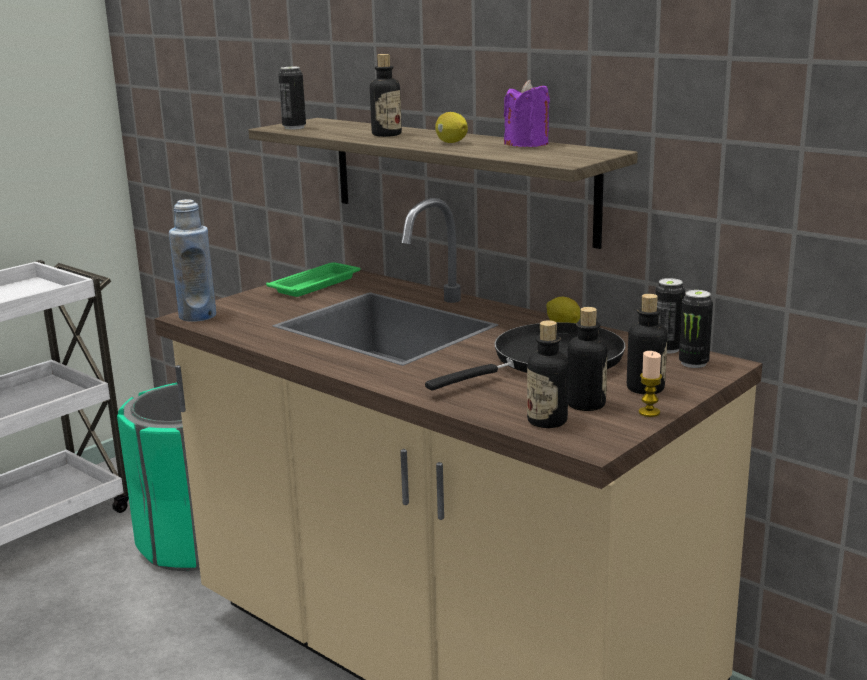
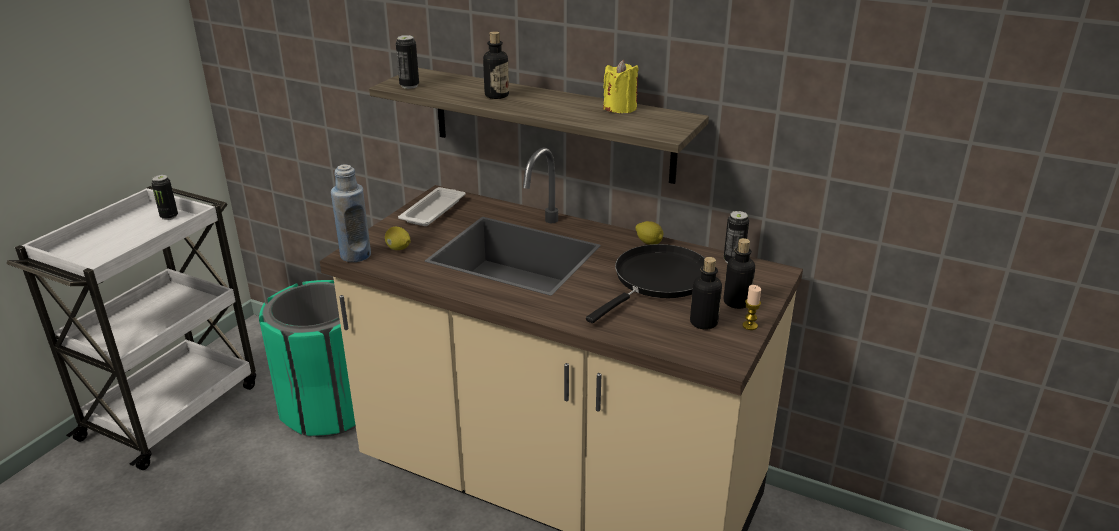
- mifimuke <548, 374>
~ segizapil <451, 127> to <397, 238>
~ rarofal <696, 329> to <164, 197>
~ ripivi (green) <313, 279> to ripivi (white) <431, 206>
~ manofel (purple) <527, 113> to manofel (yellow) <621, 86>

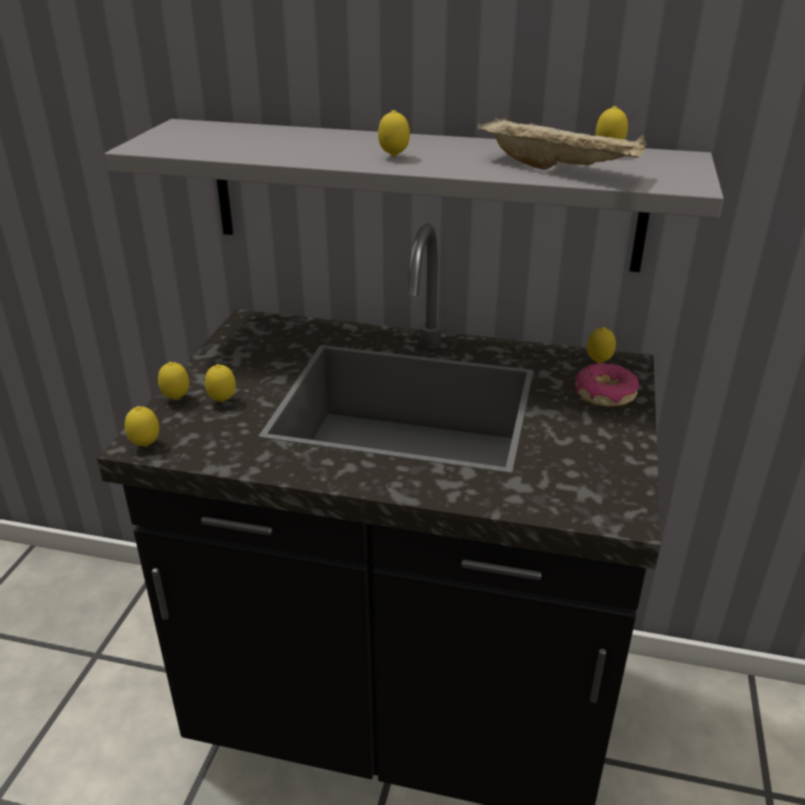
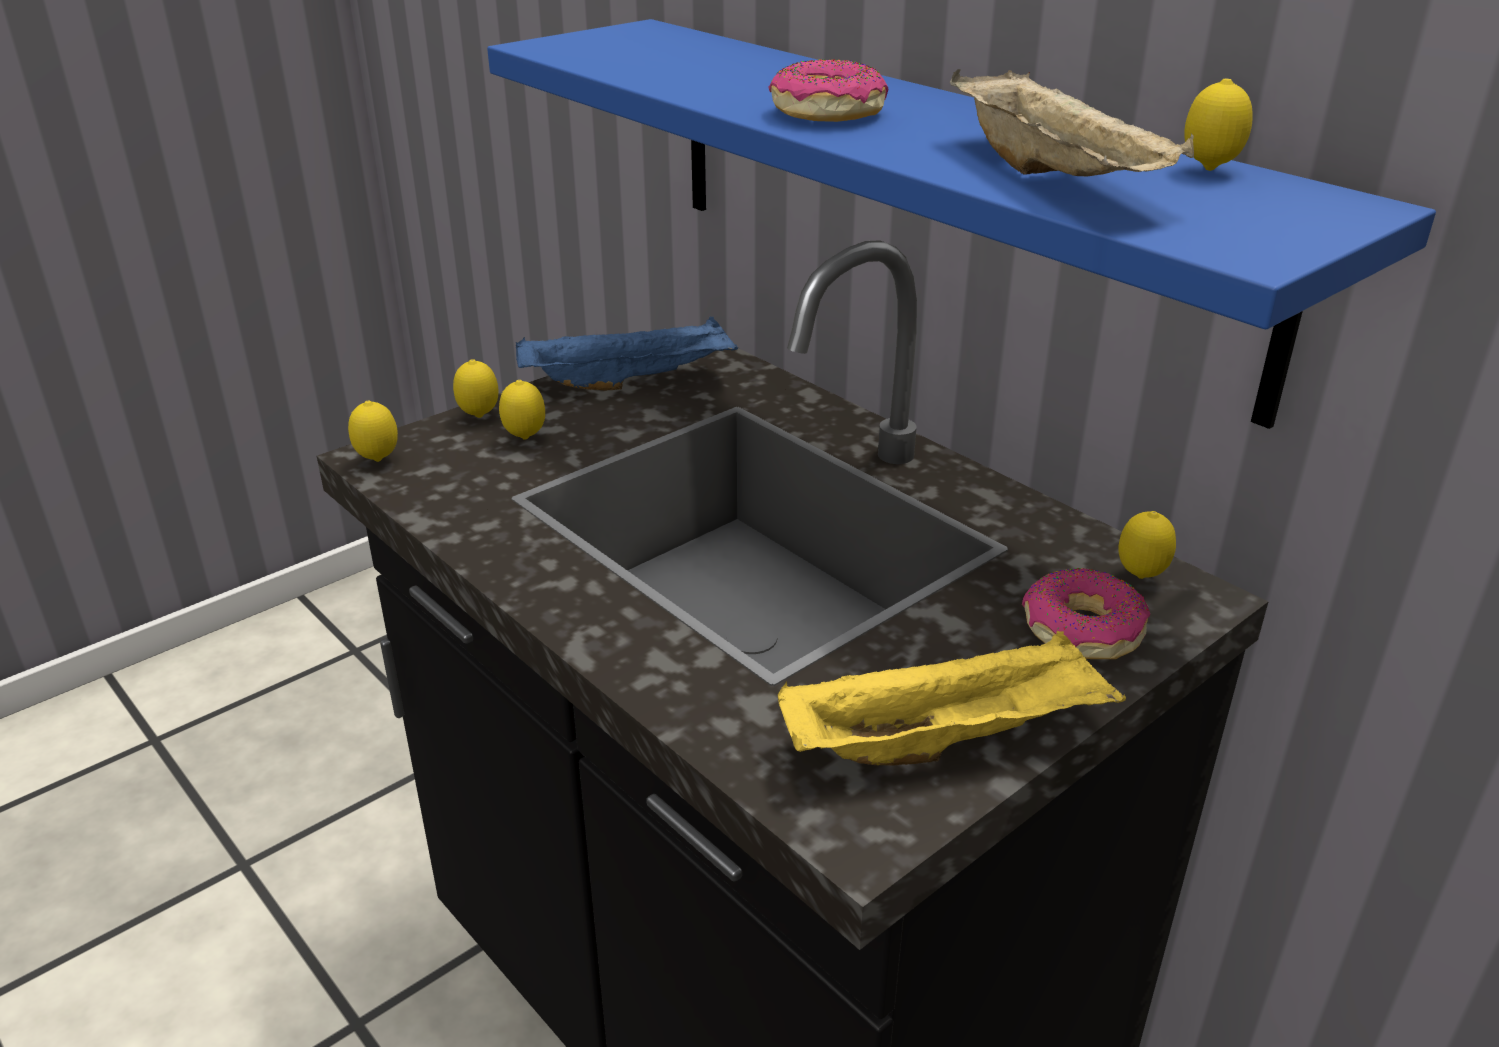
+ ripivi (blue) <627, 353>
+ ripivi (yellow) <952, 698>
~ segizapil <394, 133> to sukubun <828, 90>
~ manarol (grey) <414, 195> to manarol (blue) <961, 224>

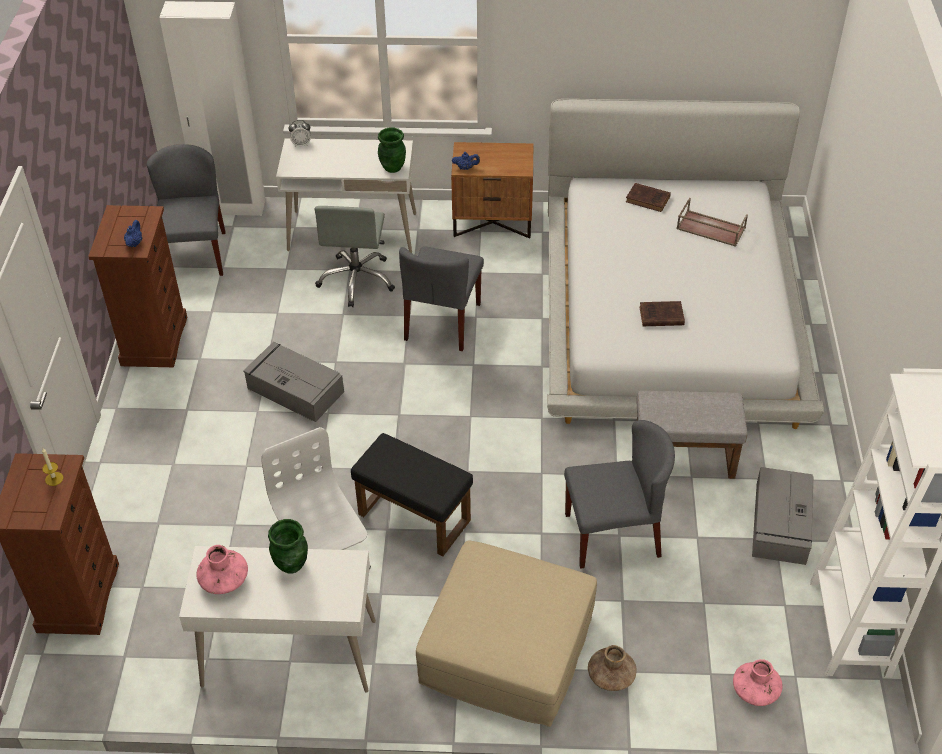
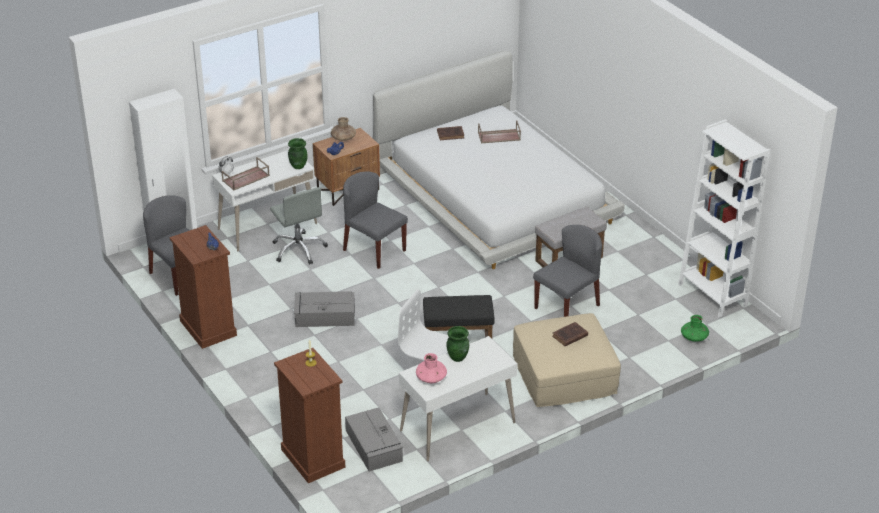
+ ripivi (brown) <245, 173>
~ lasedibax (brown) <612, 668> to <343, 129>
~ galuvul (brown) <662, 313> to <570, 334>
~ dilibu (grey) <782, 516> to <374, 439>
~ lasedibax (pink) <758, 682> to lasedibax (green) <695, 328>
~ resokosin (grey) <441, 298> = <375, 220> 150 degrees clockwise

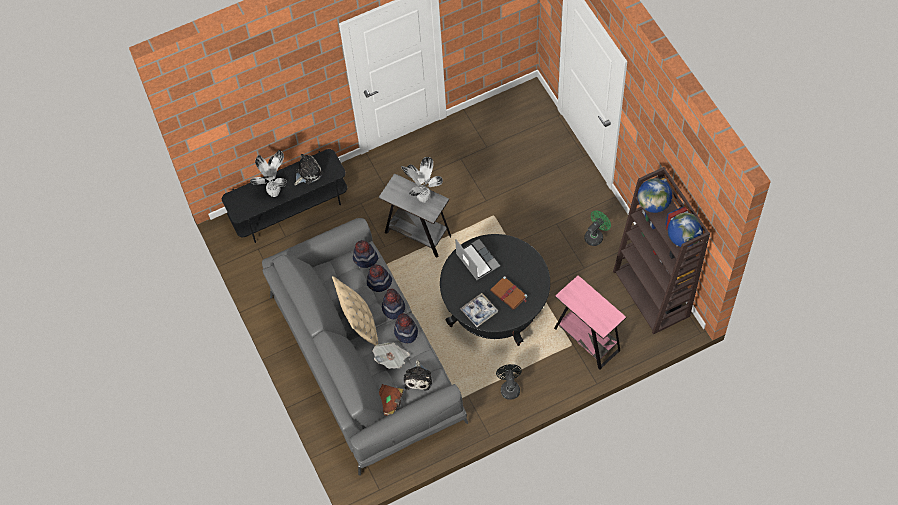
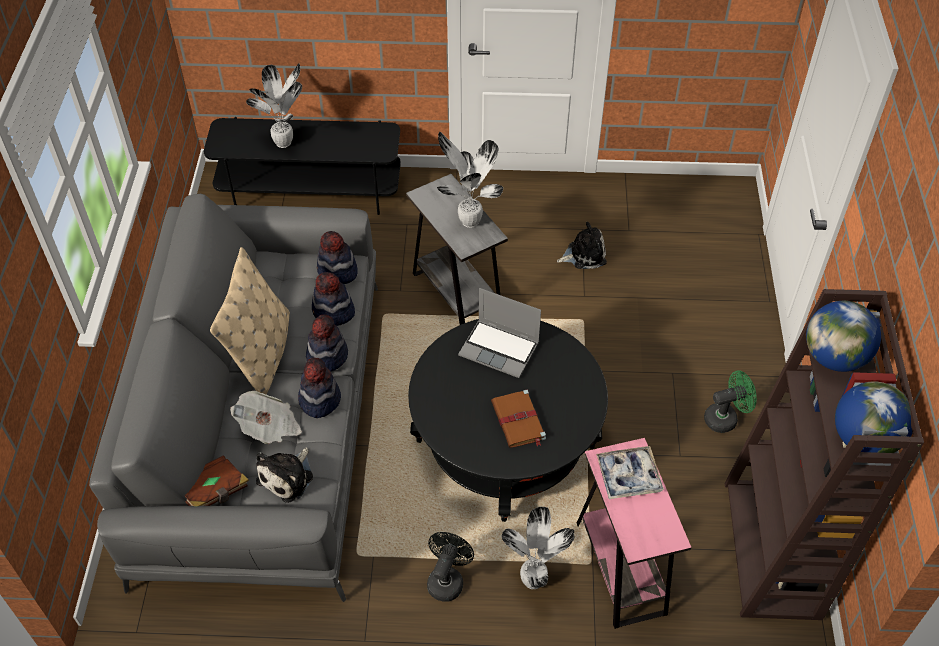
+ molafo <538, 548>
~ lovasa <309, 170> to <582, 245>
~ ripivi <479, 310> to <630, 472>
~ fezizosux <477, 259> = <499, 333> 120 degrees clockwise

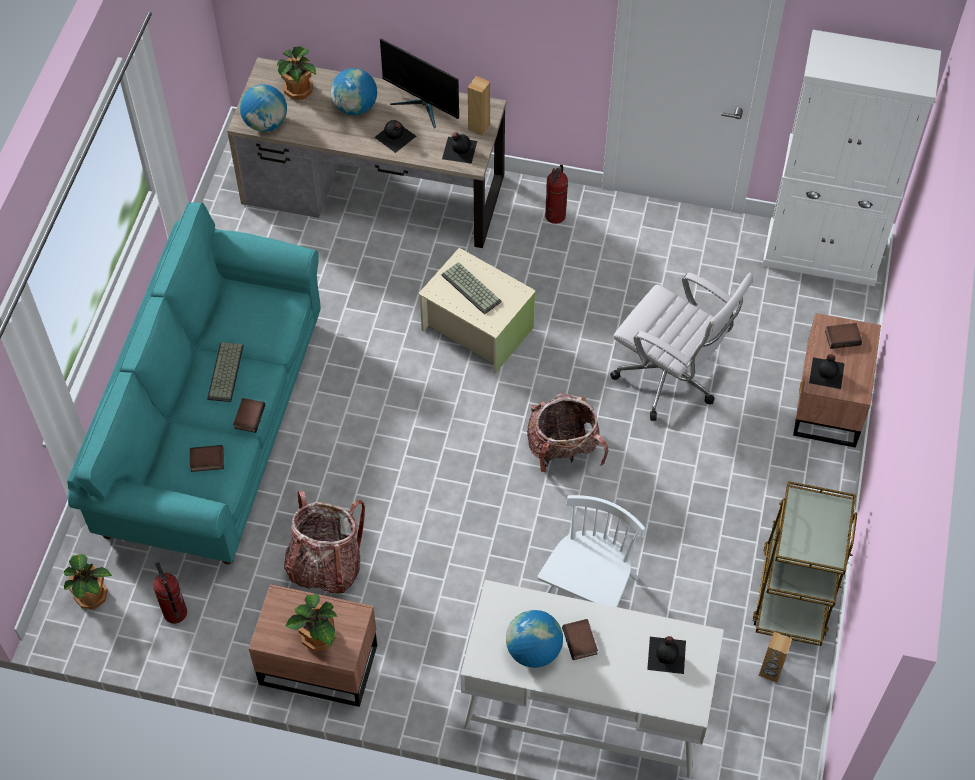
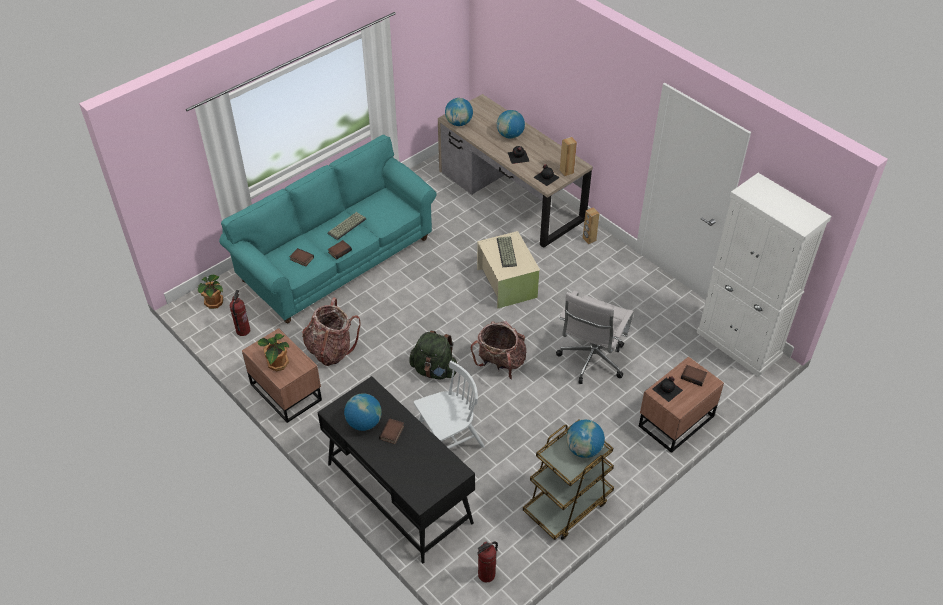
- molafo <296, 73>
- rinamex <419, 83>
- mifimuke (black) <666, 655>
+ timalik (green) <433, 355>
+ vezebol <585, 439>
~ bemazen <556, 194> to <487, 562>
~ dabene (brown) <775, 657> to <591, 225>
~ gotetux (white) <592, 679> to gotetux (black) <396, 469>
~ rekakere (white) <681, 346> = <595, 337> 45 degrees clockwise

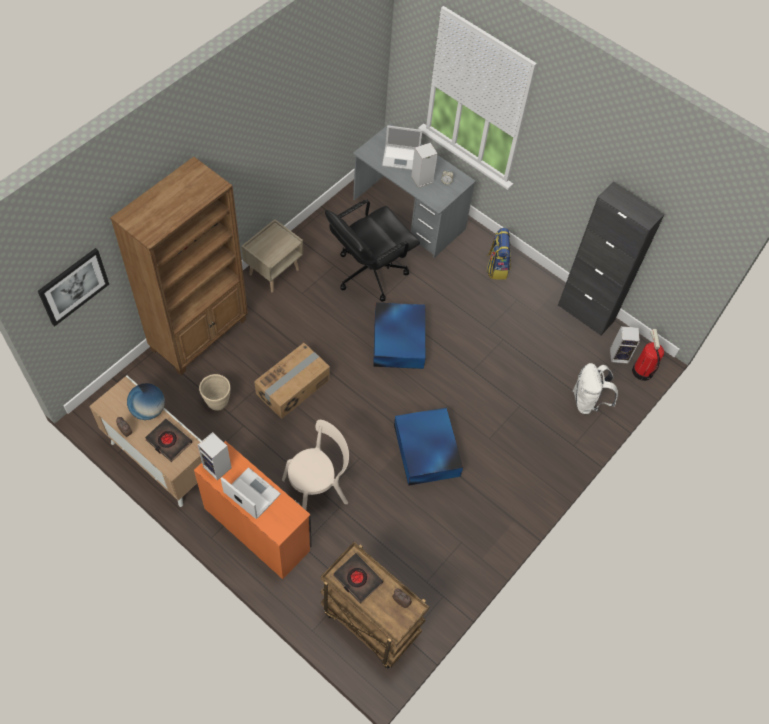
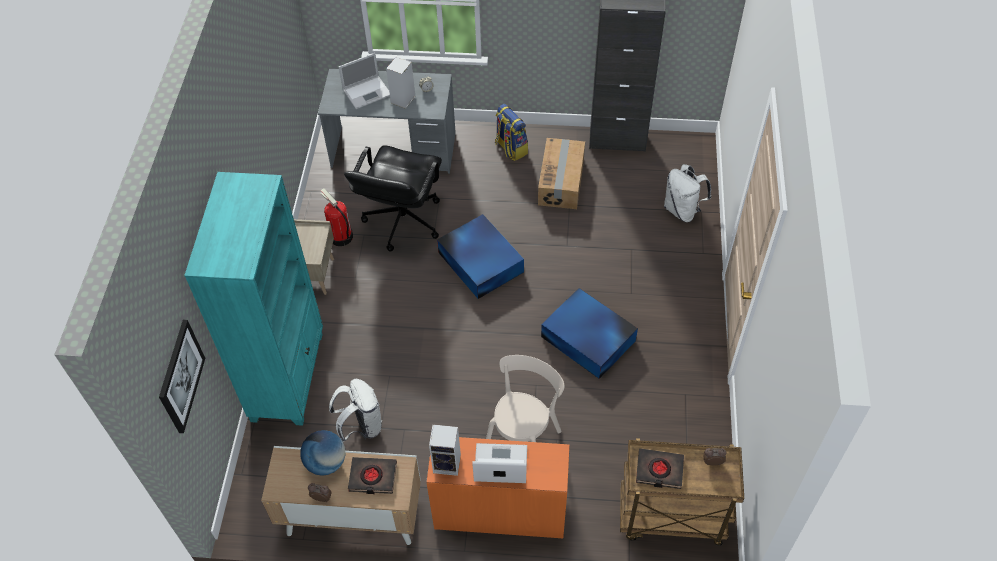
- dabene <625, 344>
~ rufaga <292, 381> to <561, 173>
~ bemazen <648, 355> to <336, 217>
~ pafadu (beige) <214, 392> to timalik (white) <355, 411>
~ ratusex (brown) <179, 266> to ratusex (turquoise) <253, 299>

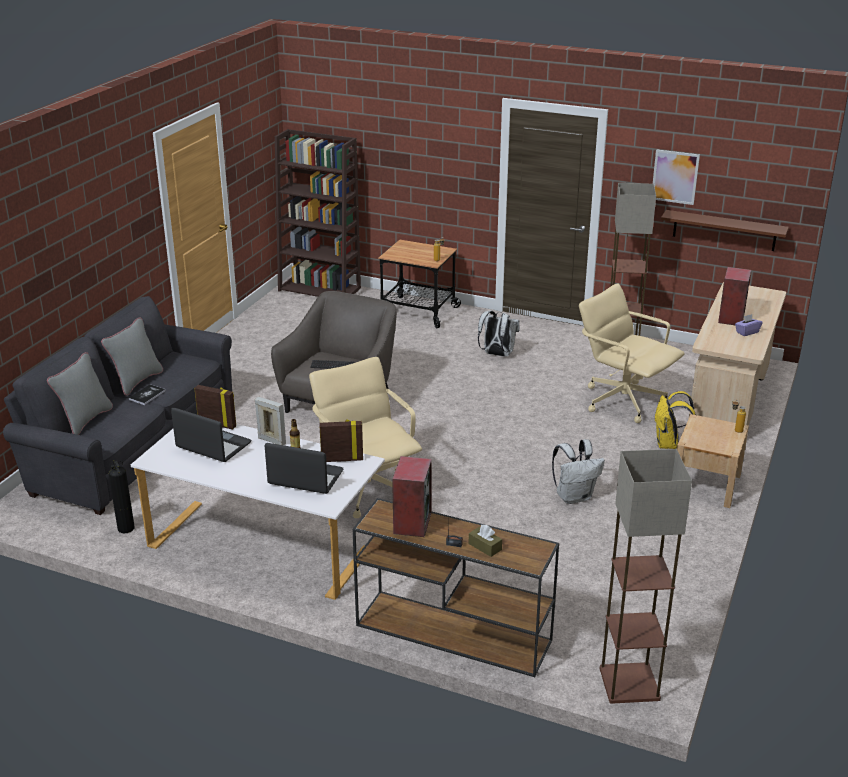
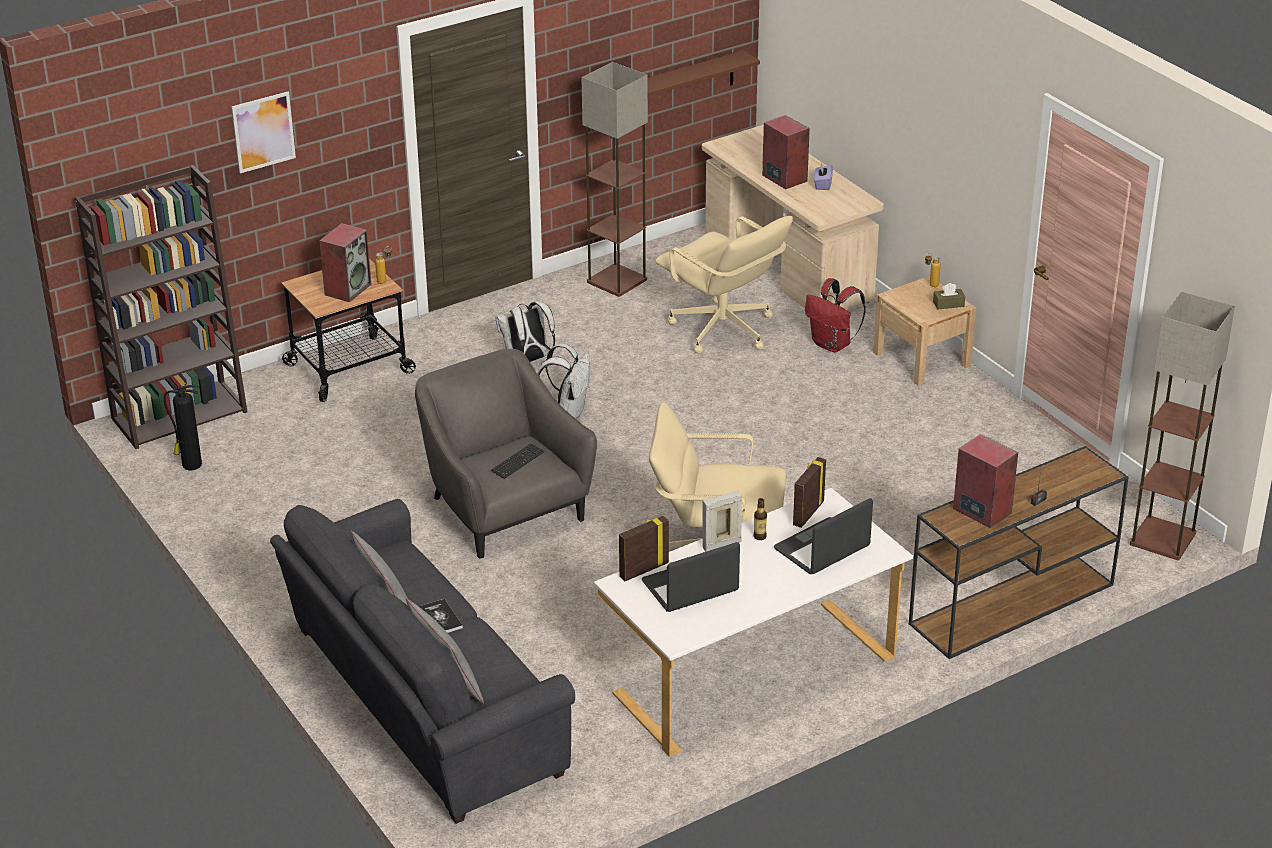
+ dabene <345, 262>
~ bemazen <122, 496> to <183, 427>
~ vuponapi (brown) <485, 541> to <949, 296>
~ timalik (white) <578, 471> to <563, 381>
~ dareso <676, 177> to <263, 132>
~ timalik (yellow) <675, 420> to timalik (red) <835, 315>
~ rekakere (beige) <632, 353> = <724, 285> 120 degrees counterclockwise

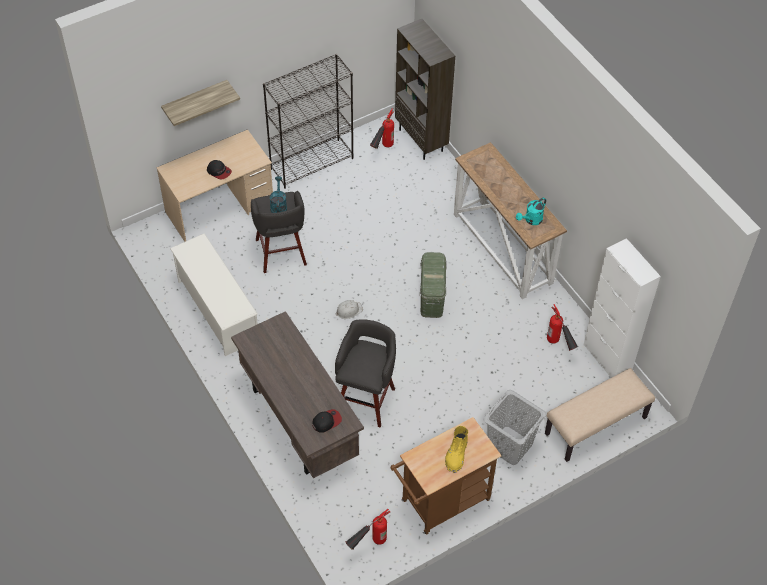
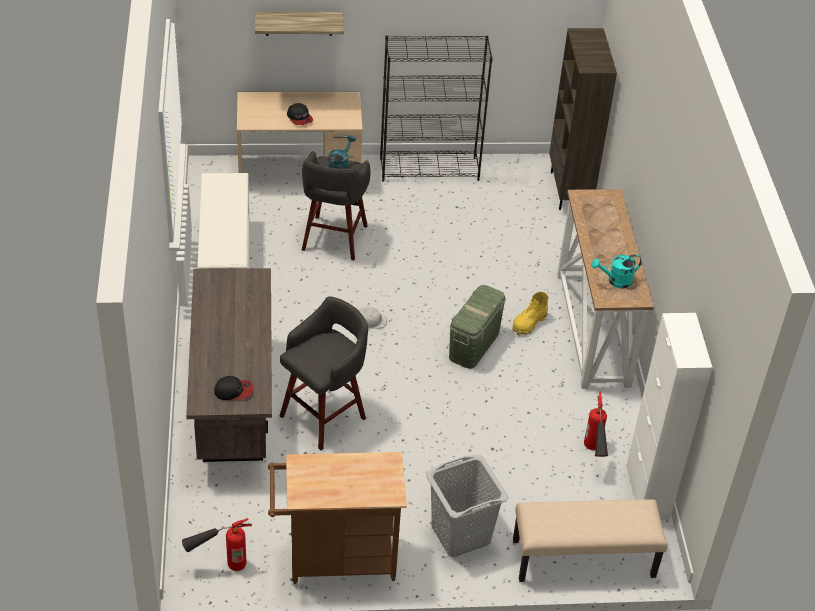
- bemazen <382, 128>
~ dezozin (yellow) <456, 449> to <530, 314>

